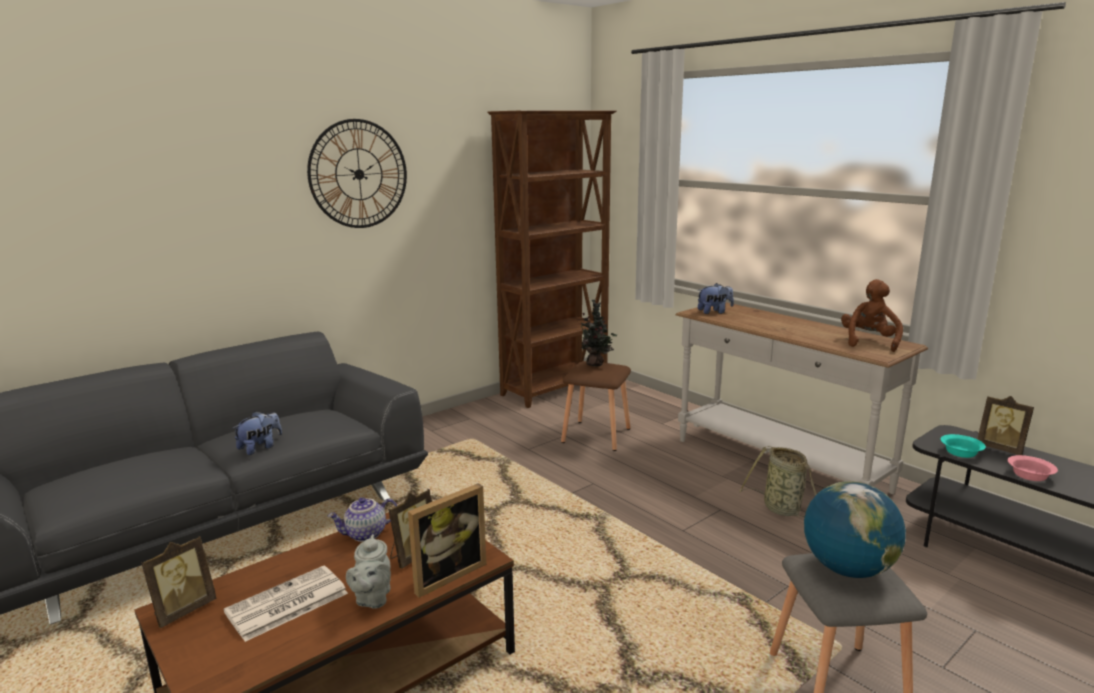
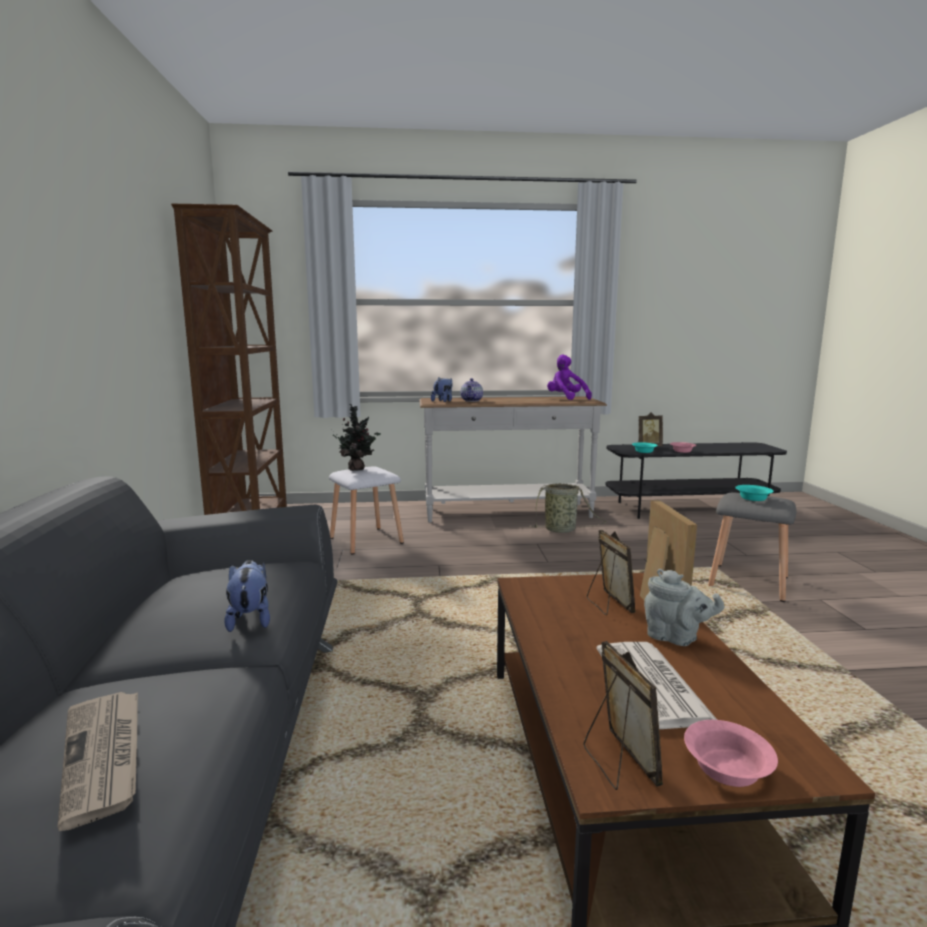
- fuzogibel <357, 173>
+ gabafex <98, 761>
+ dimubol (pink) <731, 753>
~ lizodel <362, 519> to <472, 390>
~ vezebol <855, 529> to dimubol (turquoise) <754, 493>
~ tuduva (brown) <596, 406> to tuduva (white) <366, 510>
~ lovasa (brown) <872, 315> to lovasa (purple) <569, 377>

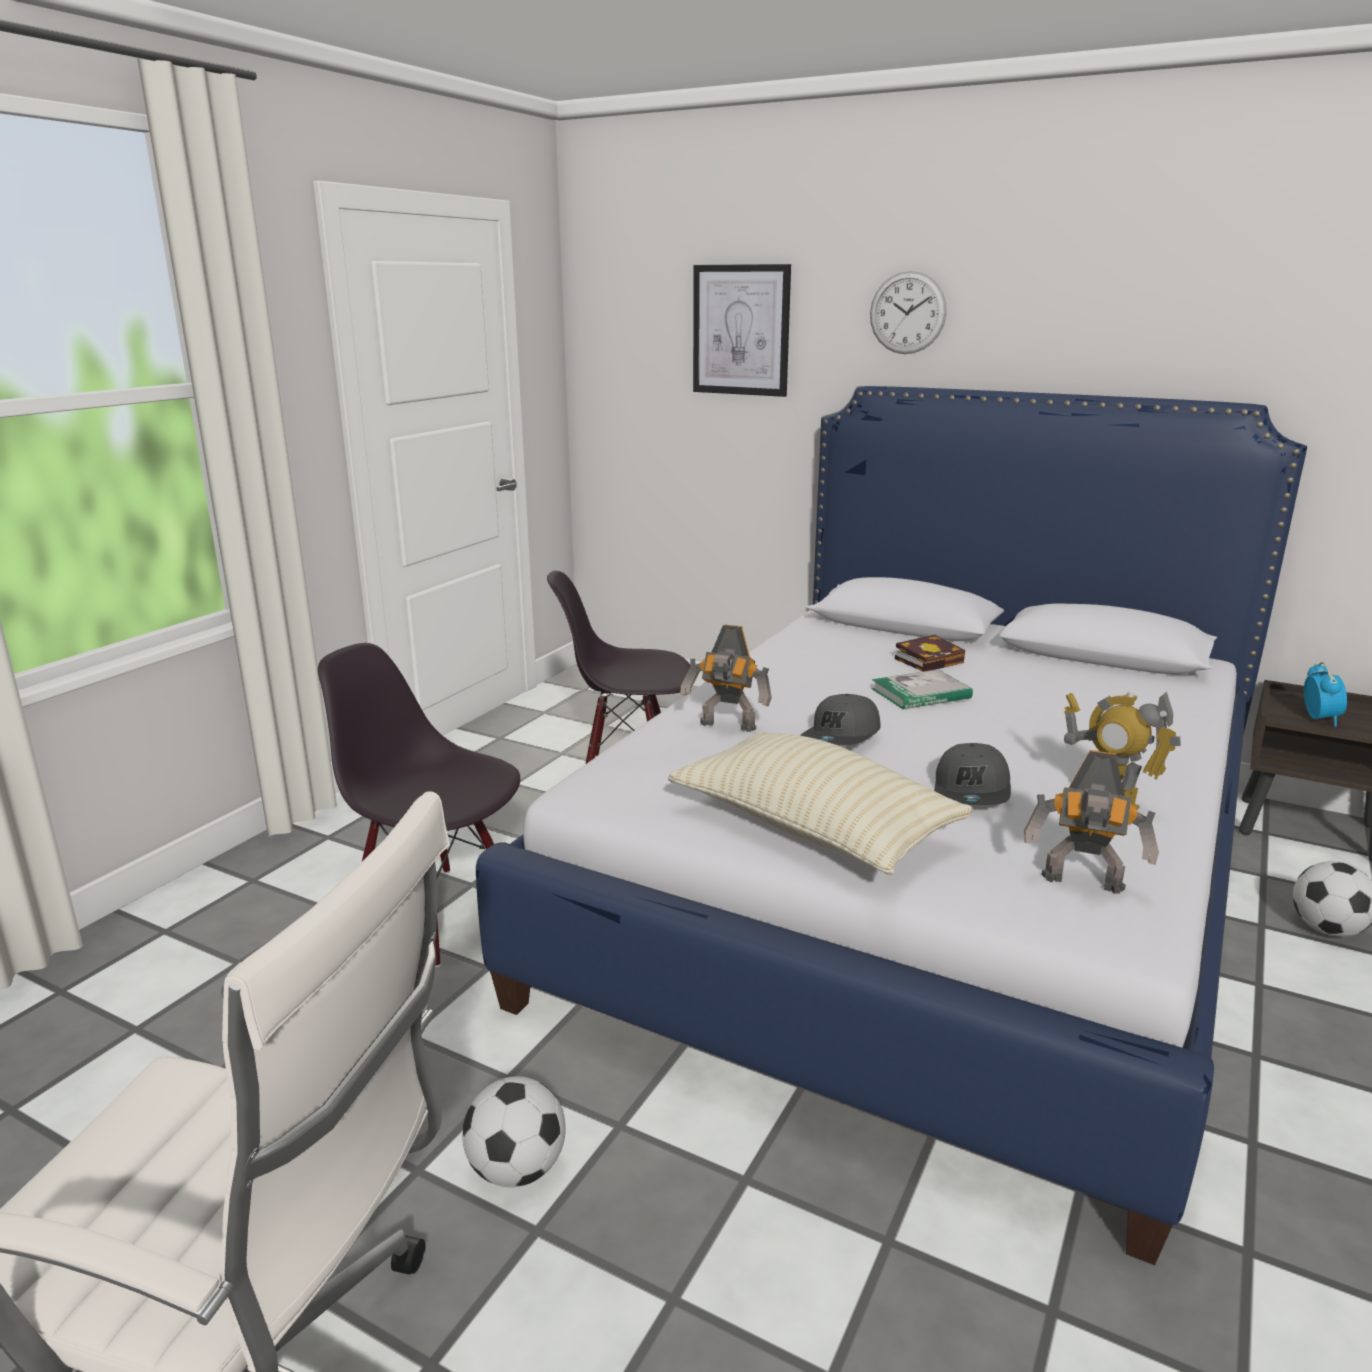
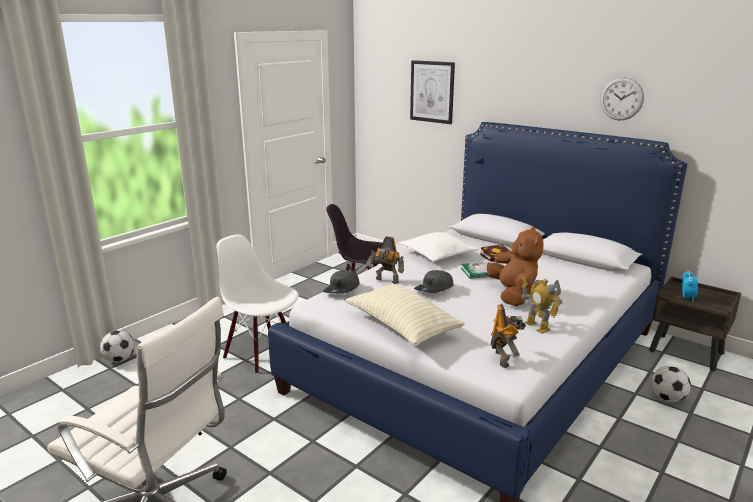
+ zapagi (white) <438, 247>
+ lovasa (brown) <515, 266>
~ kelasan <514, 1131> to <117, 346>
~ fuzogibel <908, 312> to <622, 98>
~ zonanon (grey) <972, 774> to <341, 282>
~ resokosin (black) <419, 805> to resokosin (white) <257, 304>
~ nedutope <1091, 822> = <508, 336> 120 degrees counterclockwise

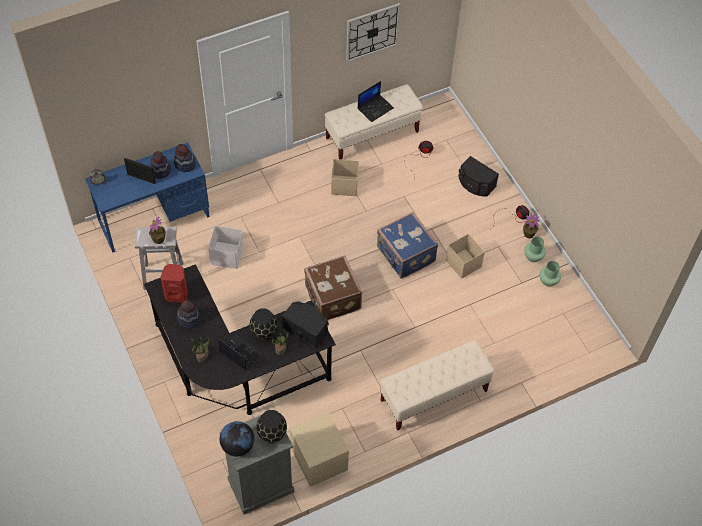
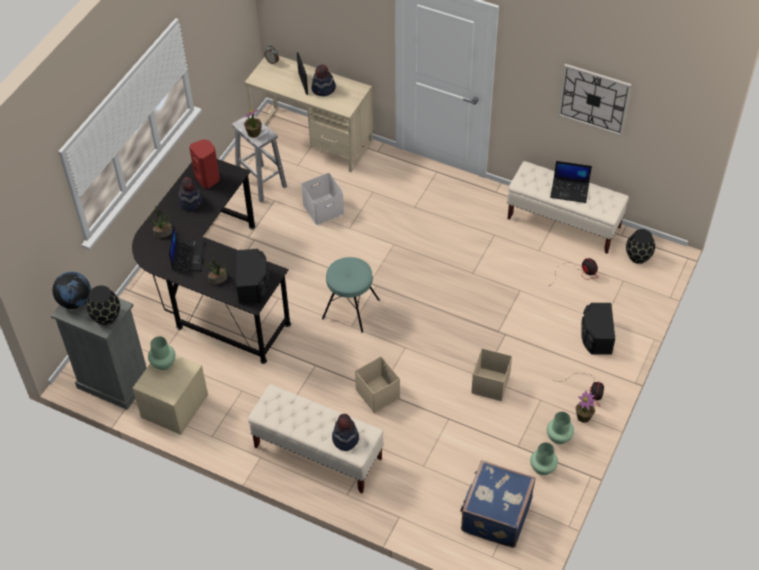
+ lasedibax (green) <161, 353>
~ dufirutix <185, 158> to <345, 432>
~ lasedibax (black) <264, 324> to <640, 246>
~ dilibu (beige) <345, 177> to <377, 384>
~ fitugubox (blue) <407, 245> to <498, 504>
~ fitugubox (brown) <333, 287> to tuduva (turquoise) <351, 295>
~ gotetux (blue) <147, 197> to gotetux (beige) <308, 114>

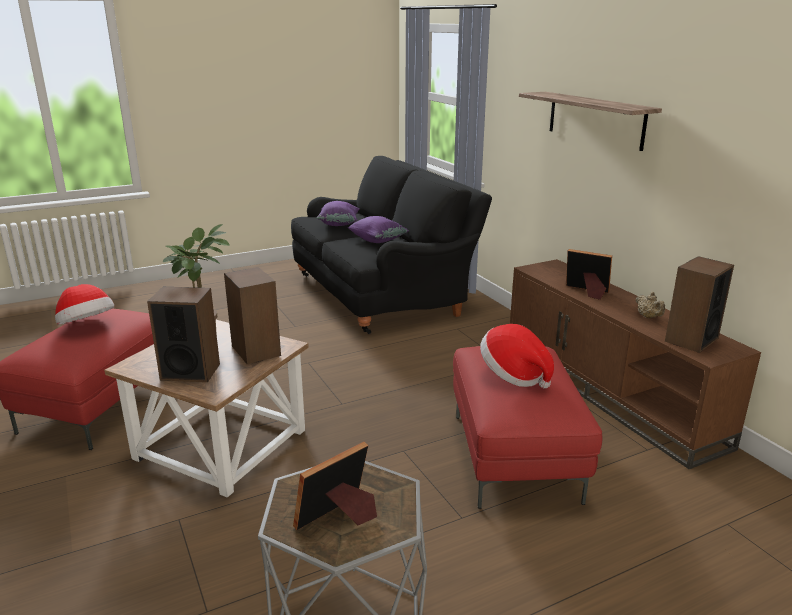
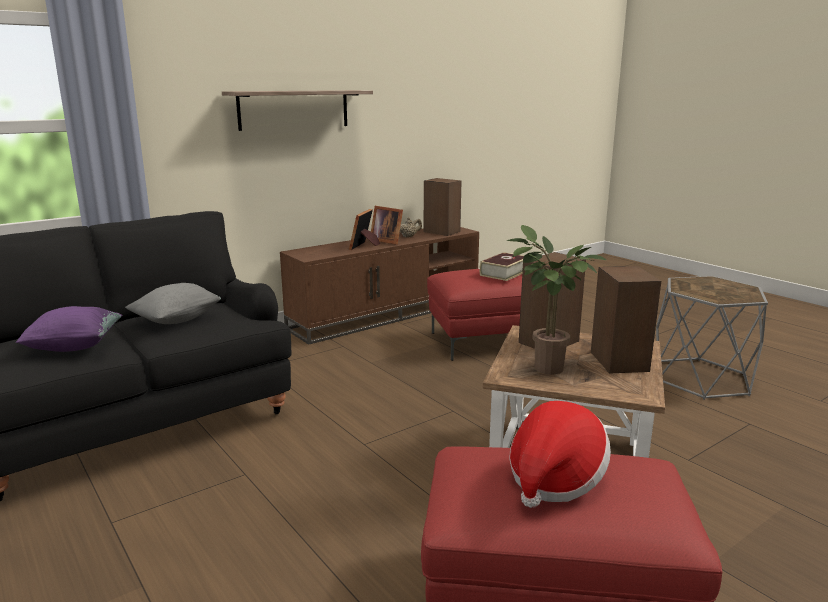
~ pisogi <335, 486> to <387, 225>
~ dufirutix <517, 356> to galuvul <502, 266>
~ zapagi (purple) <378, 229> to zapagi (grey) <173, 303>

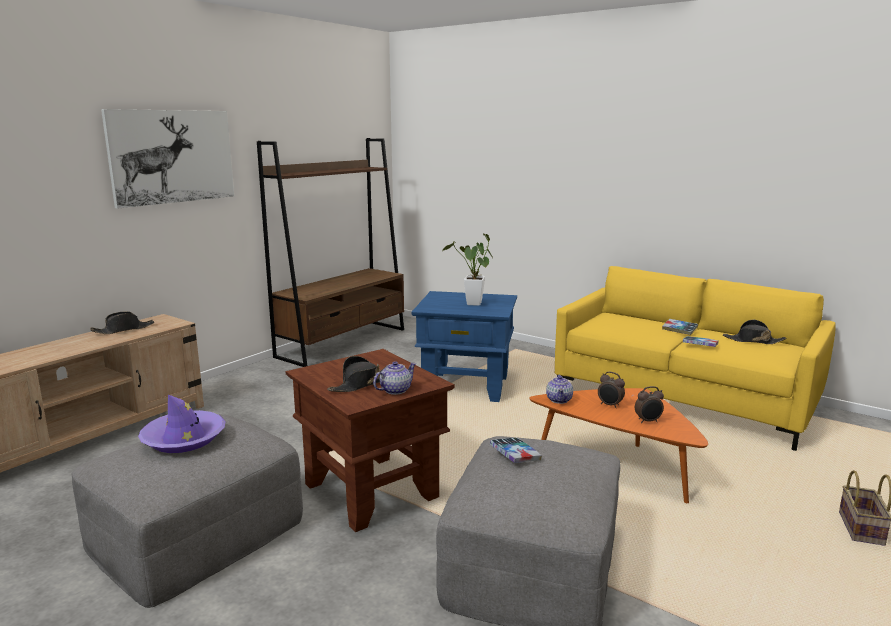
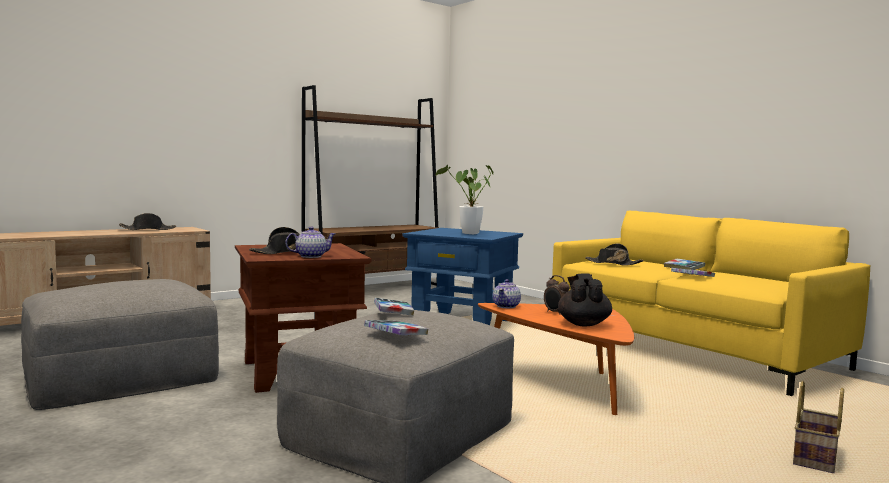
- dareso <167, 159>
- dufirutix (purple) <182, 424>
+ galuvul <396, 327>
~ dufirutix (black) <755, 332> to <614, 255>
~ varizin <649, 404> to lizodel (black) <585, 299>

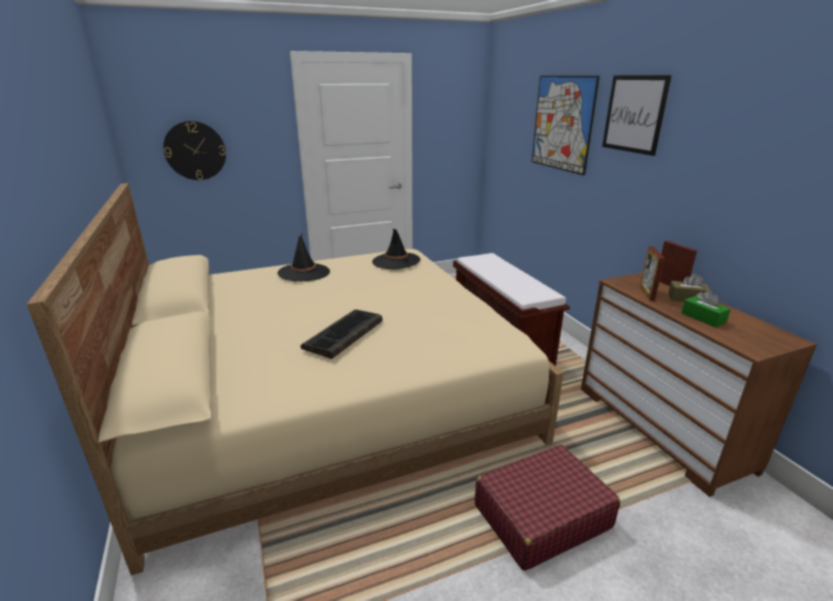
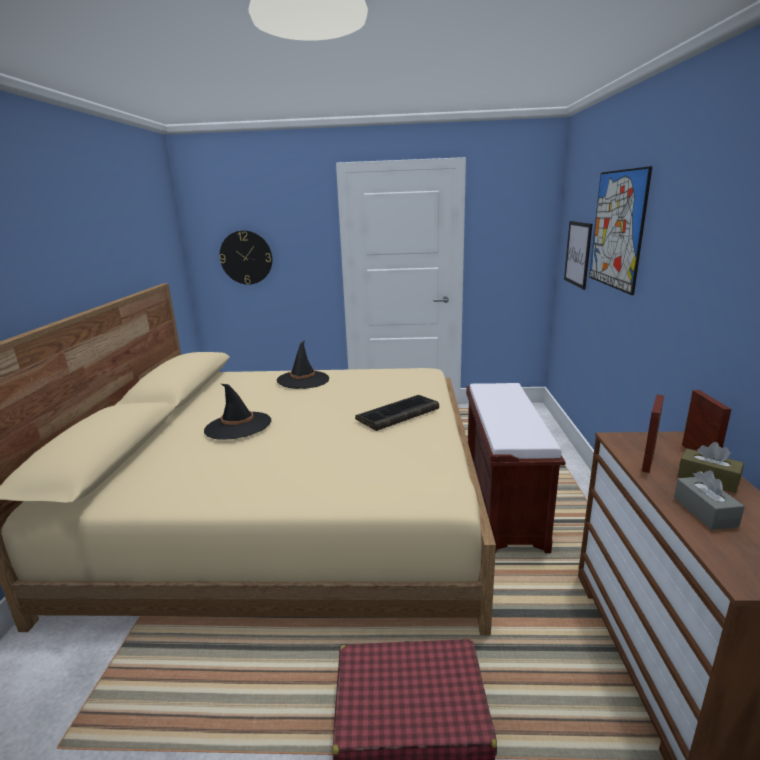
~ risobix <342, 334> to <397, 413>
~ dufirutix (black) <396, 249> to <237, 412>
~ dareso <637, 115> to <578, 255>
~ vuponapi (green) <706, 308> to vuponapi (grey) <709, 500>

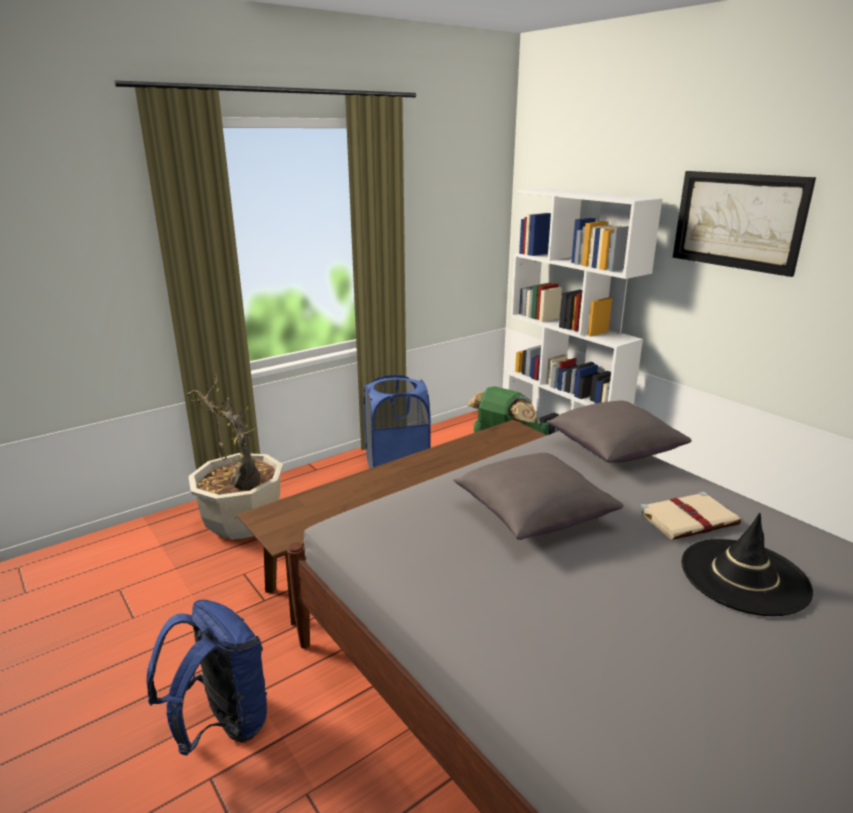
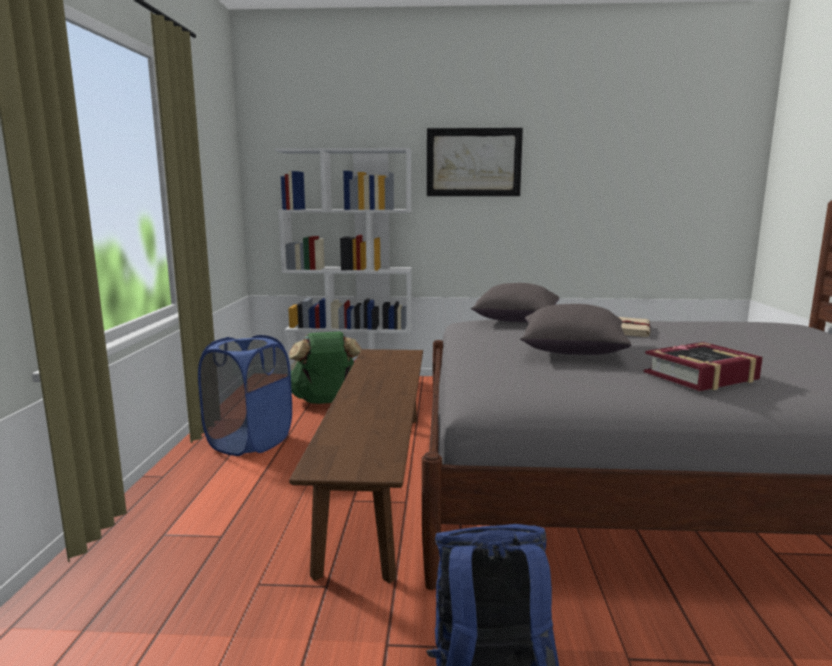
- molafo <235, 457>
- dufirutix (black) <747, 564>
+ galuvul <703, 366>

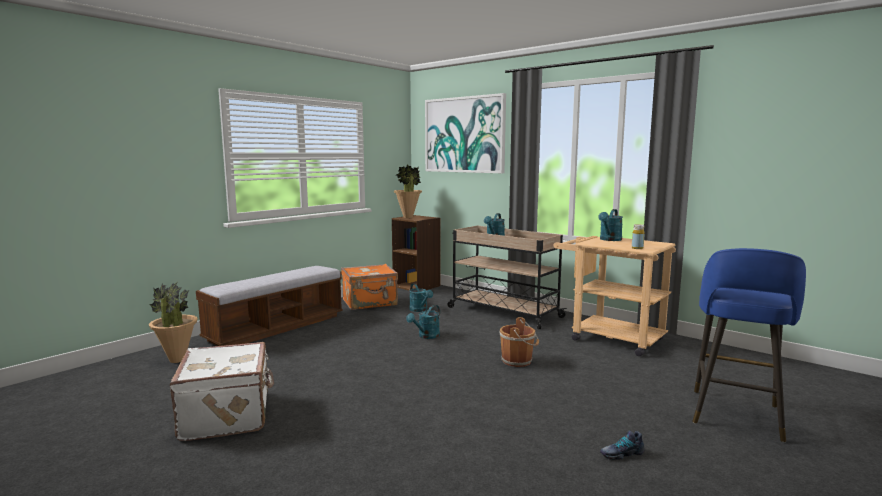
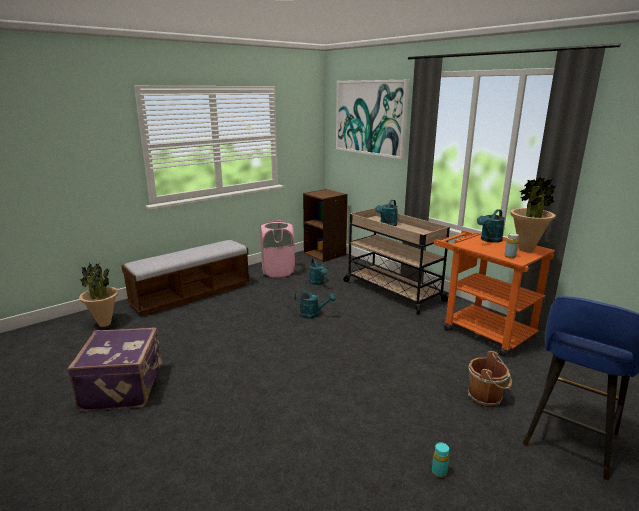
~ molafo <408, 191> to <533, 214>
~ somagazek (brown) <519, 342> to <490, 379>
~ fitugubox (orange) <369, 287> to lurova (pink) <277, 248>
~ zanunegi <622, 445> to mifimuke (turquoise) <440, 460>
~ fitugubox (white) <222, 391> to fitugubox (purple) <115, 369>
~ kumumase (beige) <615, 296> to kumumase (orange) <494, 293>
~ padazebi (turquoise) <423, 322> = <315, 304> 120 degrees counterclockwise

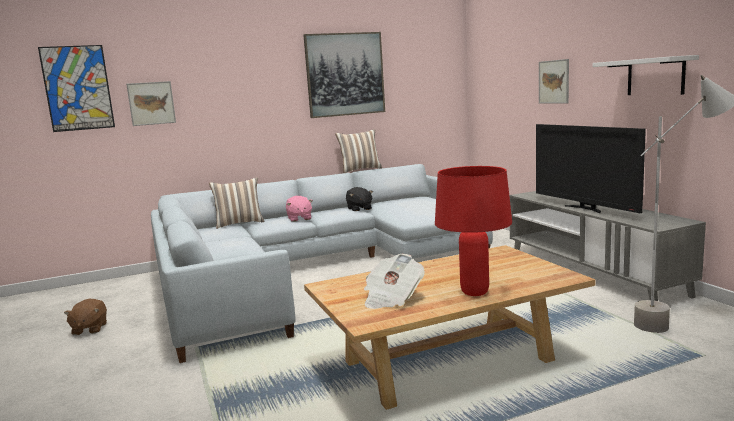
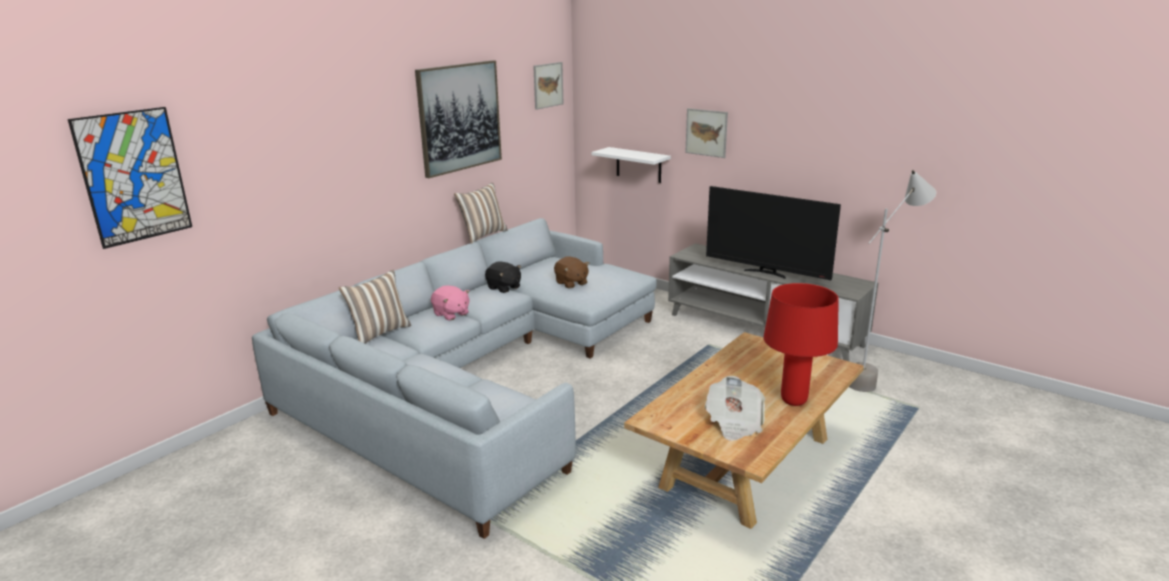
~ lovasa (brown) <85, 317> to <571, 272>
~ dareso <151, 103> to <548, 86>
~ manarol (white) <646, 75> to <631, 165>

